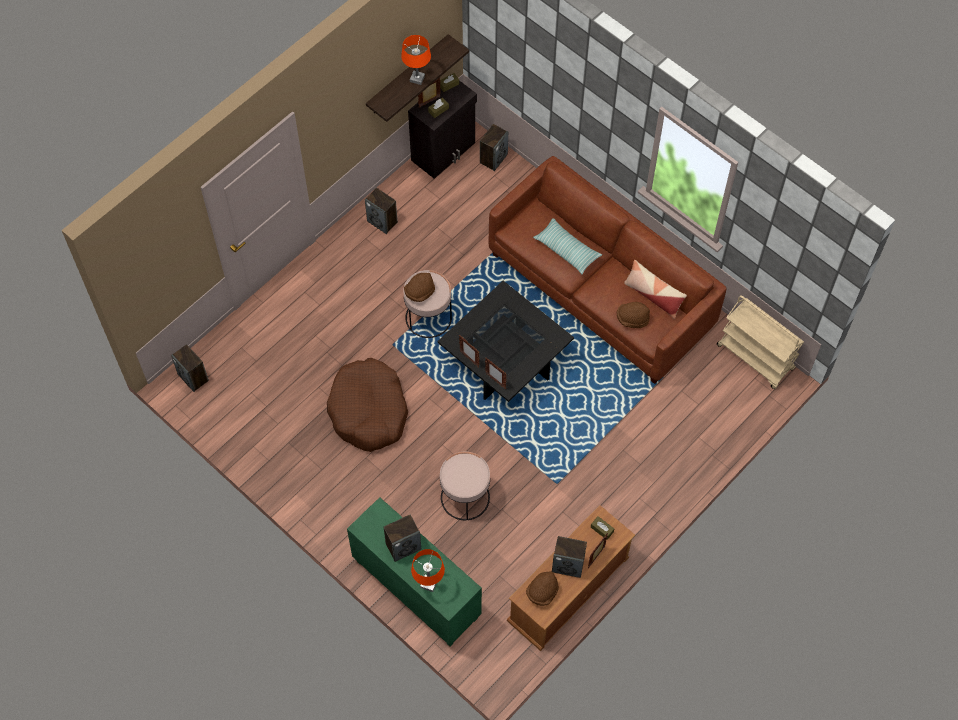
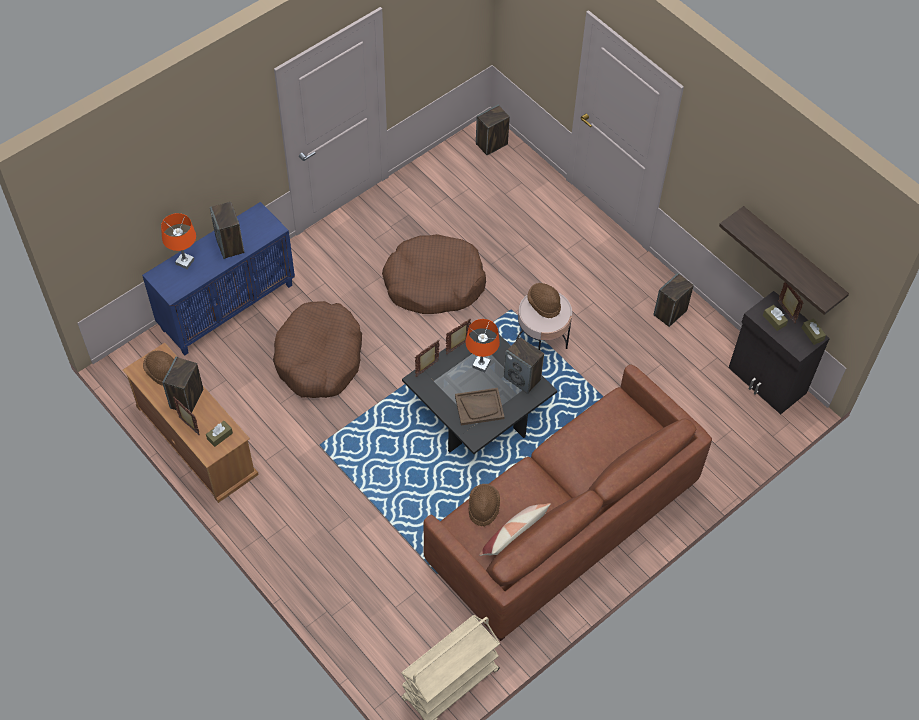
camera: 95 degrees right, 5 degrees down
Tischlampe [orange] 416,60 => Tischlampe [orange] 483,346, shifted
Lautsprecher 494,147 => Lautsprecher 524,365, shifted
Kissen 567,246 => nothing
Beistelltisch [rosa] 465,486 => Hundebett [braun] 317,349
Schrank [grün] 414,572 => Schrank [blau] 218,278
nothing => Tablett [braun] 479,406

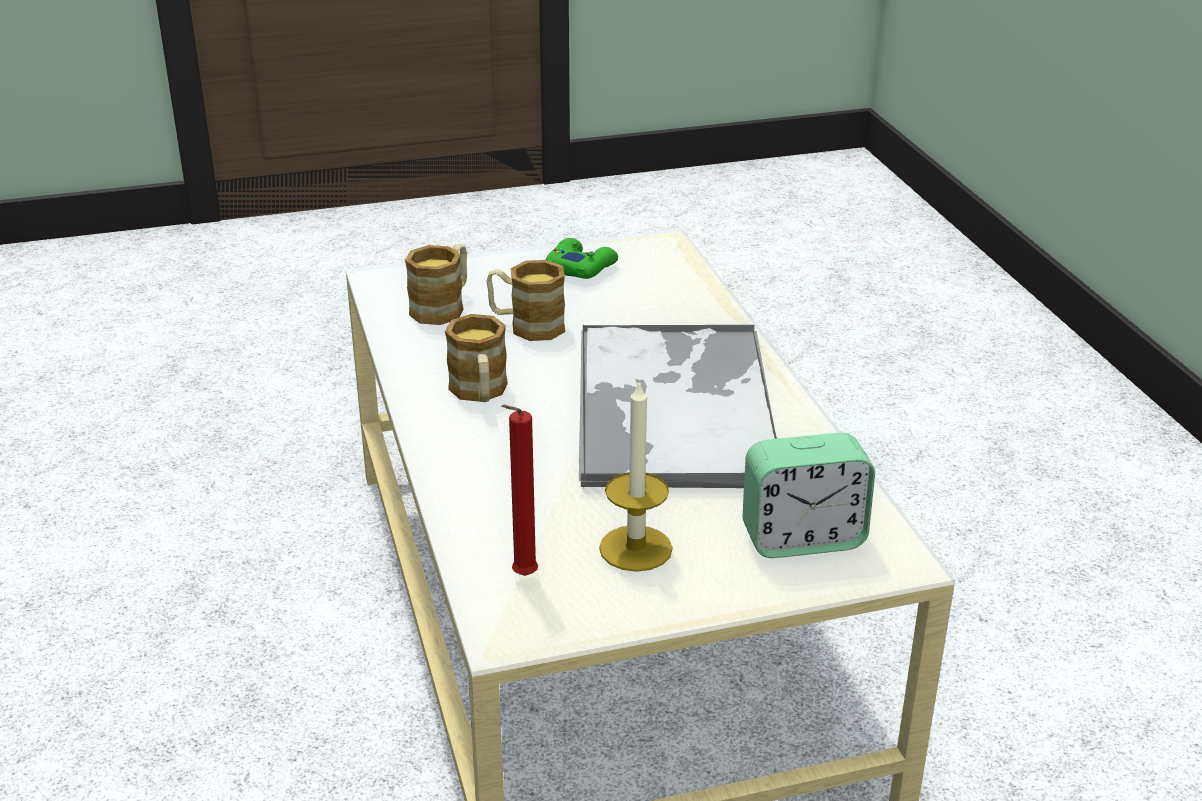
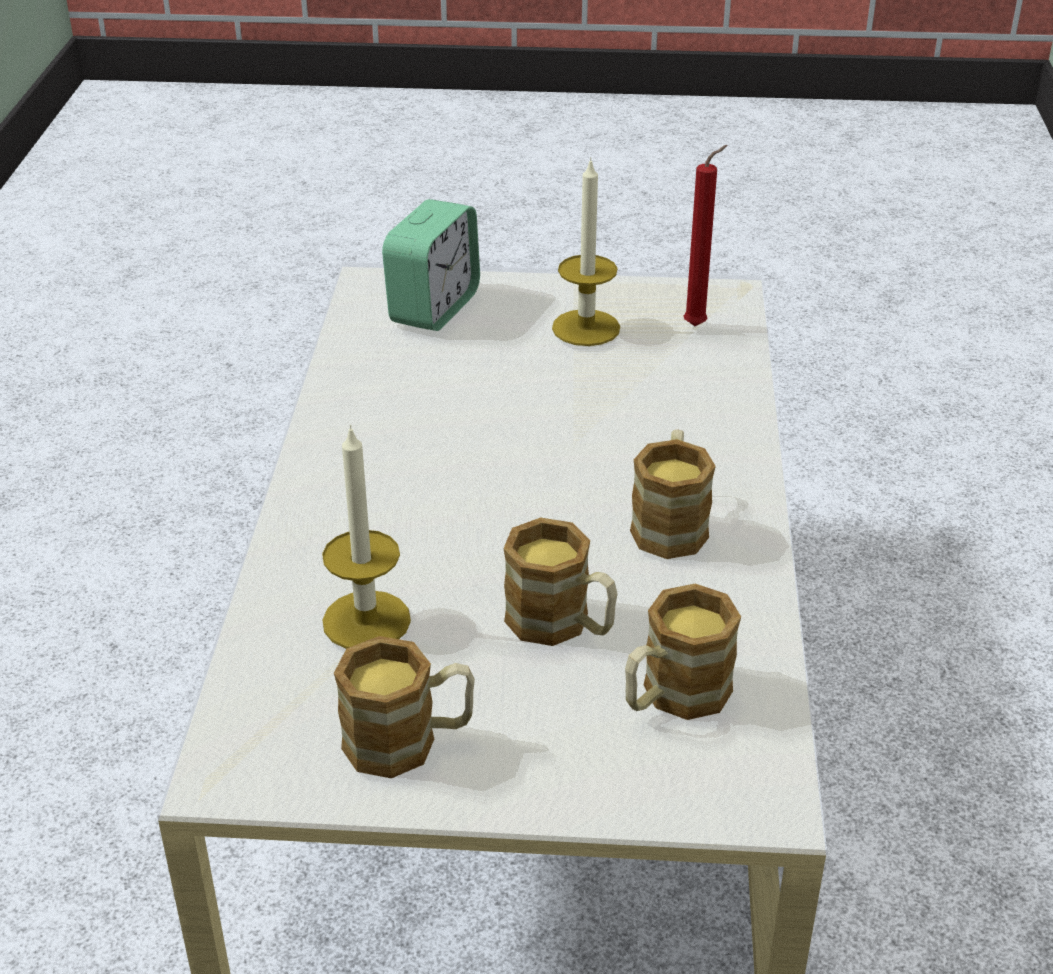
camera: 160 degrees left, 5 degrees up
Gamepad [grün] 582,258 => Henkelbecher 404,707
Tablett 678,406 => nothing
Wecker 809,495 => Wecker 431,265, 105 degrees clockwise
nothing => Kerze 366,537

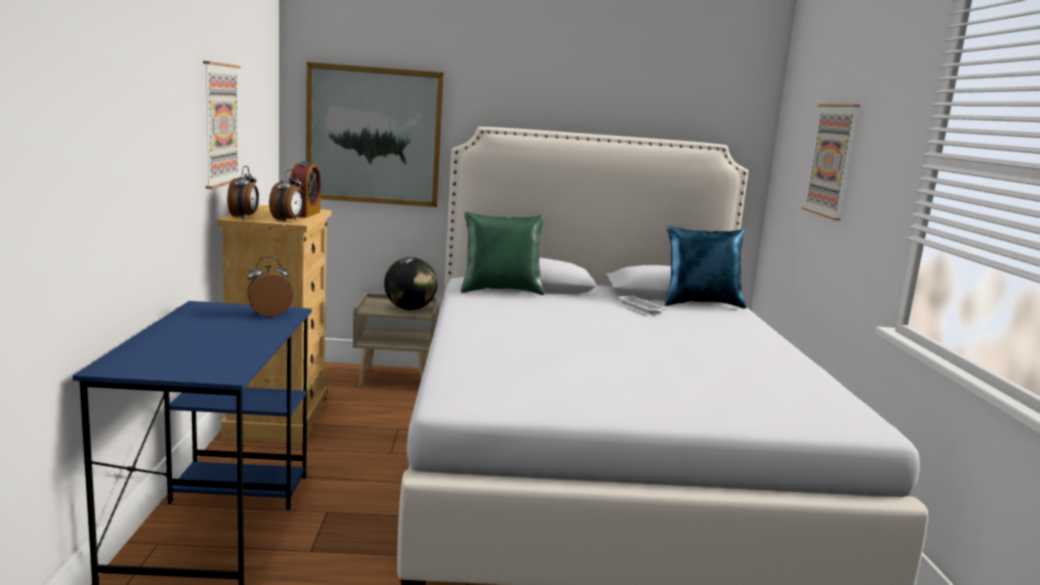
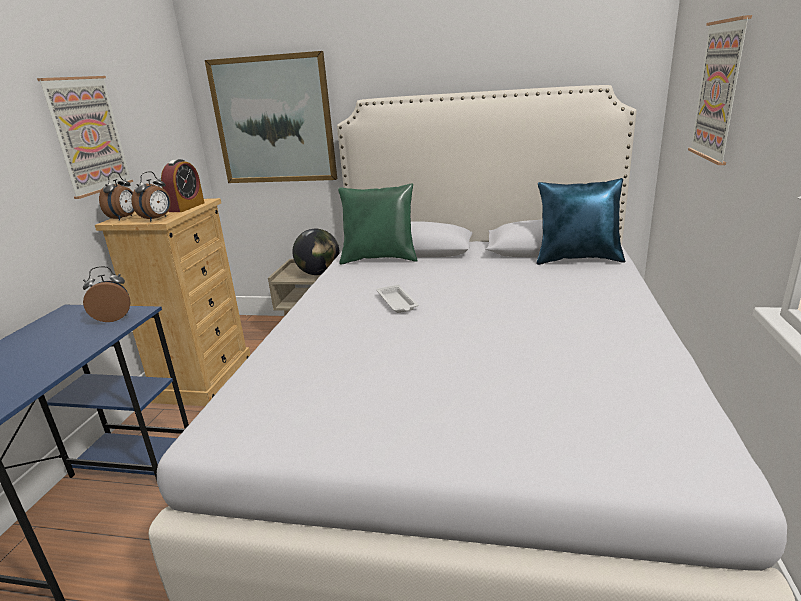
camera: 15 degrees right, 10 degrees up
Tablett [weiß] 642,304 => Tablett [weiß] 397,298, shifted

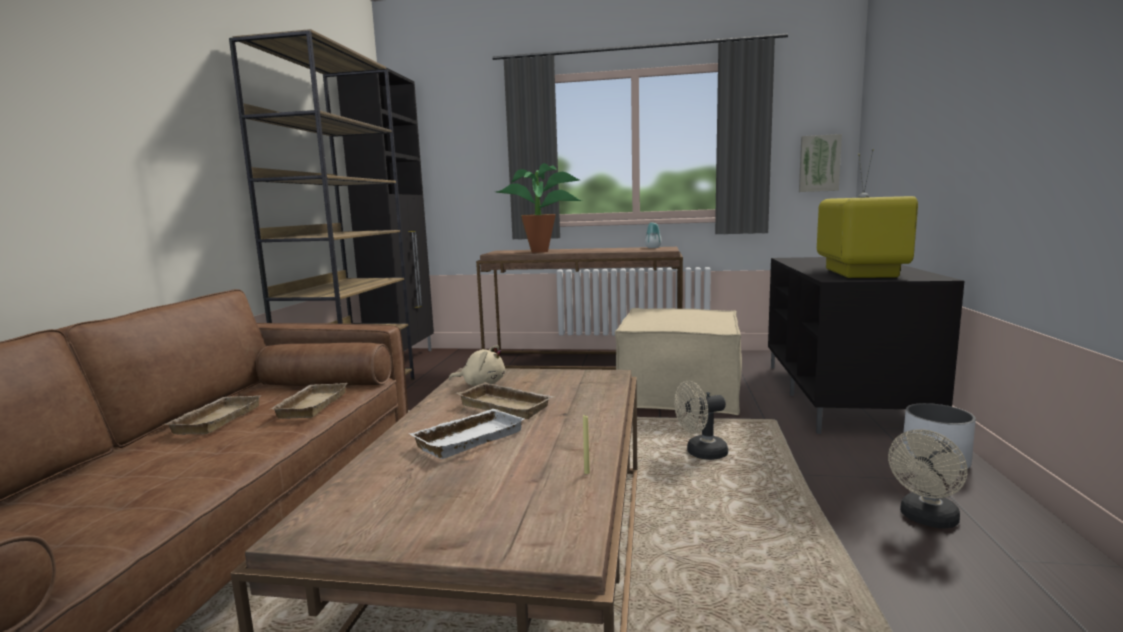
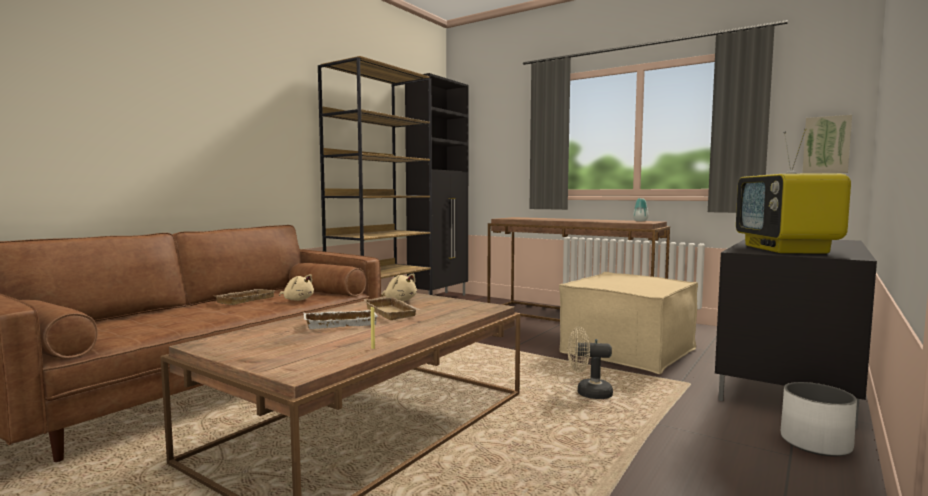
camera: 25 degrees right, 5 degrees down
Fernseher 867,213 => Fernseher 793,191, 150 degrees clockwise
Topfpflanze 539,208 => nothing
Tablett [beige] 309,401 => Plüschtier [beige] 296,287
Ventilator [beige] 927,478 => nothing

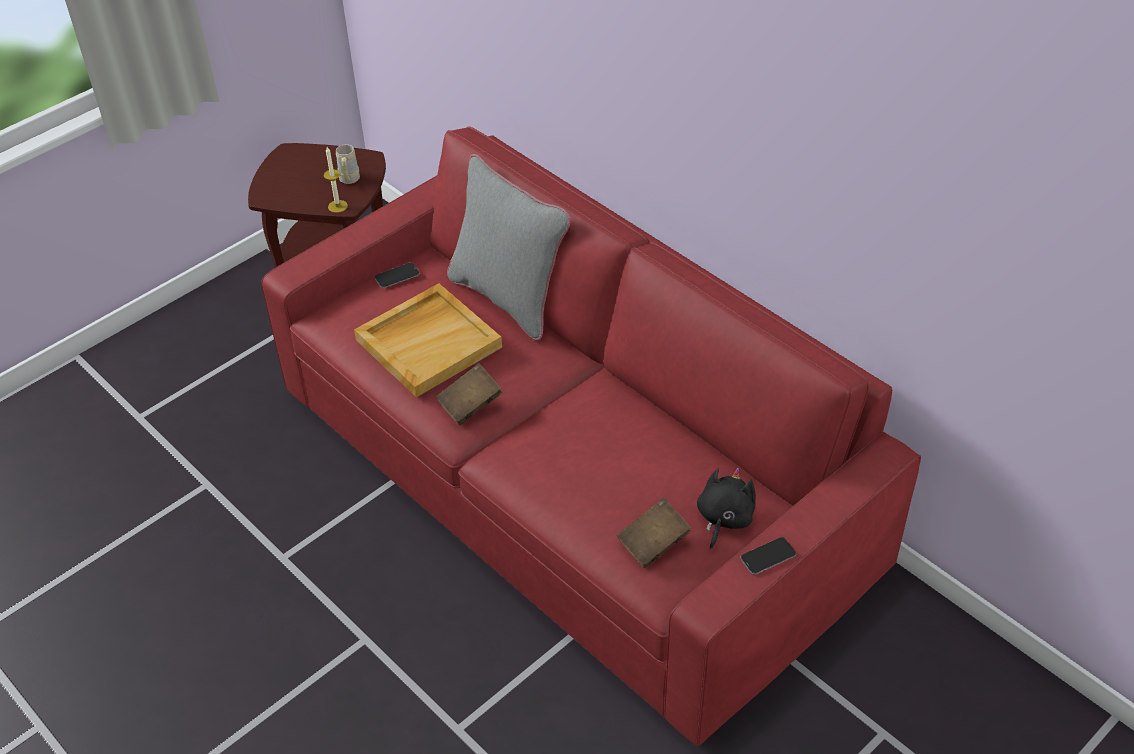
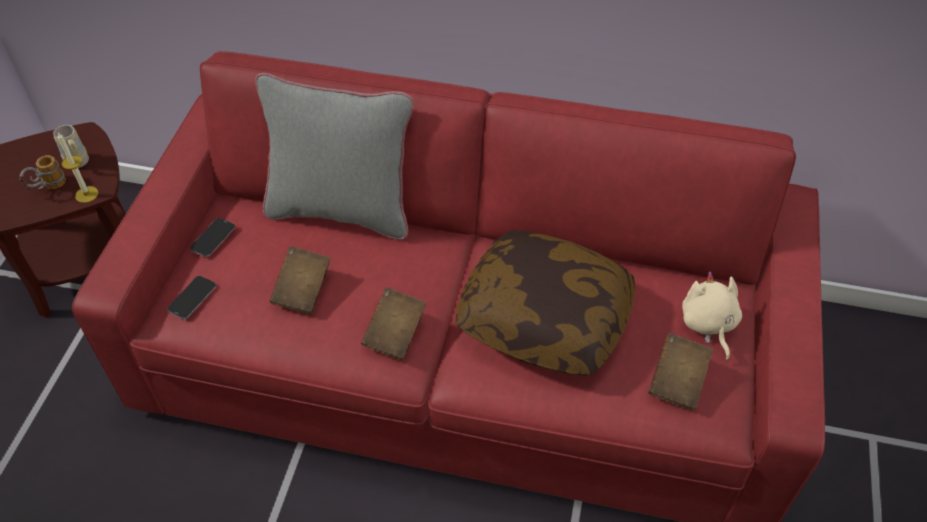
camera: 35 degrees left, 5 degrees up
Tablett [beige] 428,340 => Buch [braun] 299,280
Plüschtier [schwarz] 726,509 => Plüschtier [beige] 712,316
Handy 768,556 => Handy 191,297, shifted
nothing => Henkelbecher 42,172
nothing => Kissen 546,302

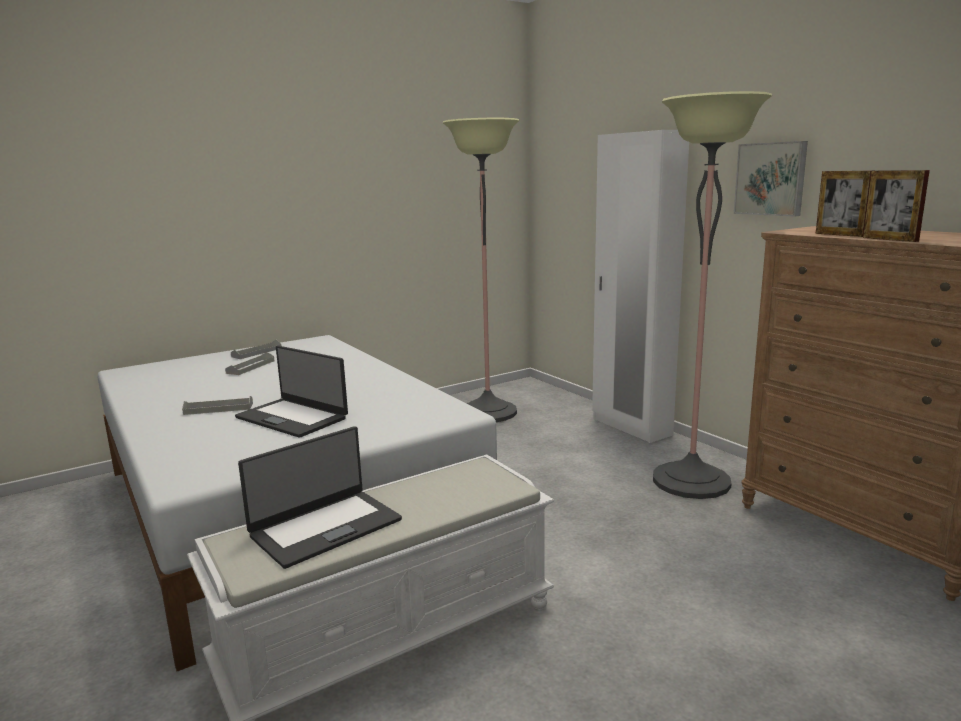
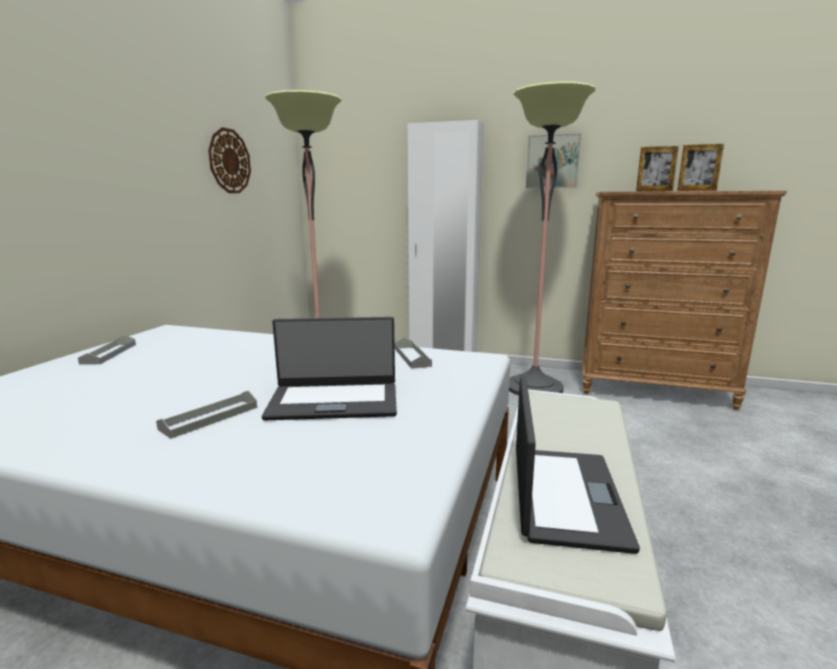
camera: 40 degrees left, 0 degrees up
Tablett [grau] 250,363 => Tablett [grau] 413,353, shifted
nothing => Wanduhr 229,160

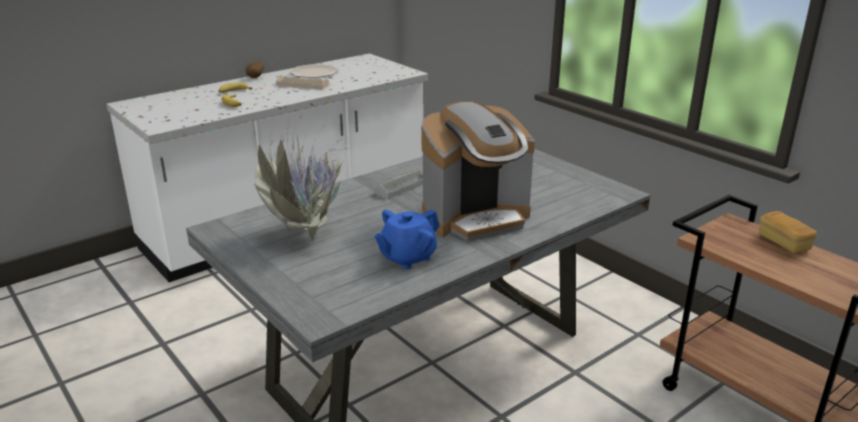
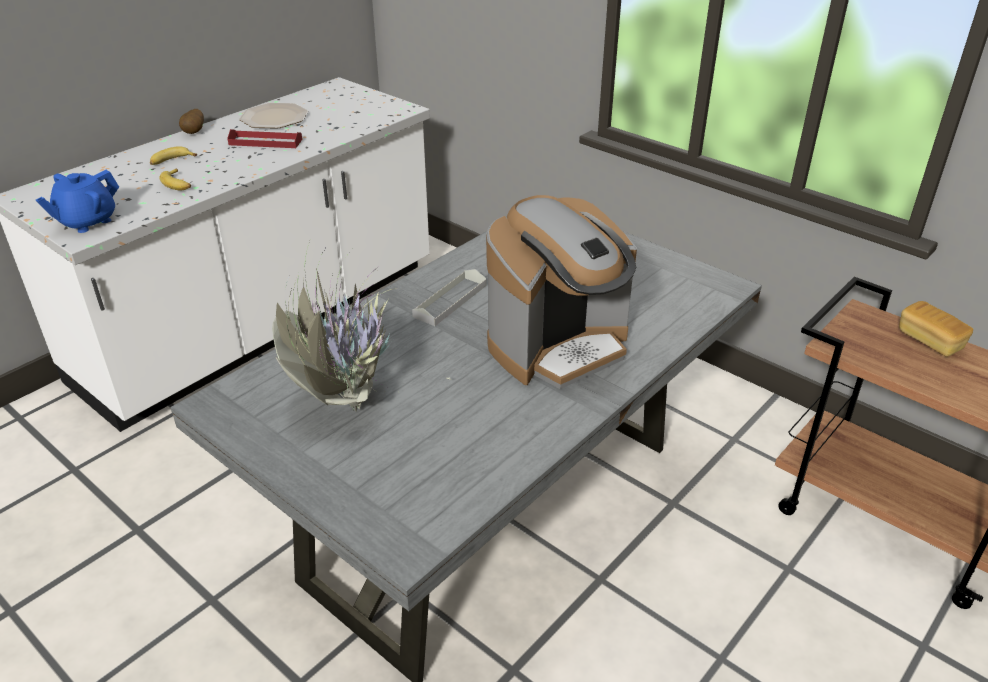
camera: 10 degrees left, 10 degrees up
Tablett [beige] 302,82 => Tablett [rot] 264,138
Teekanne [blau] 407,239 => Teekanne [blau] 77,201, shifted

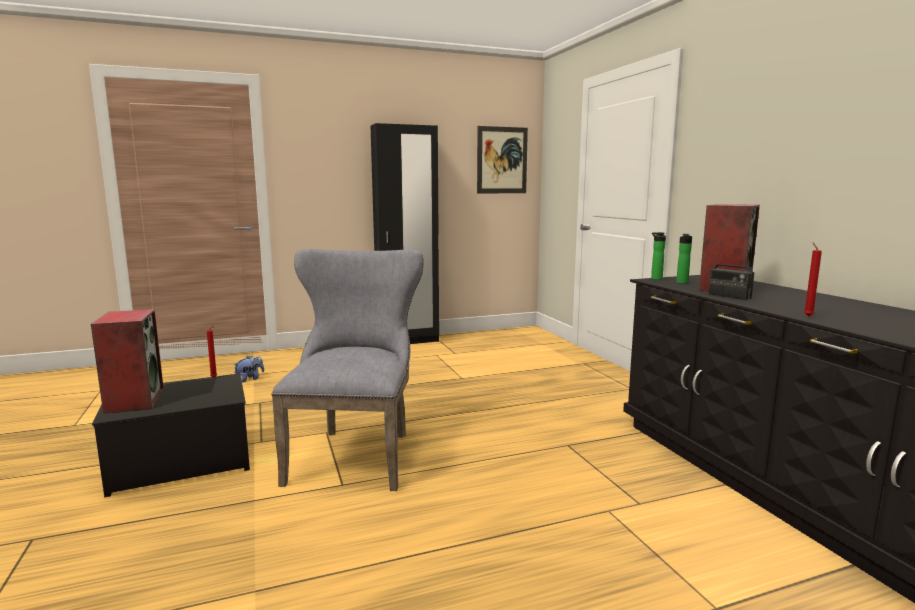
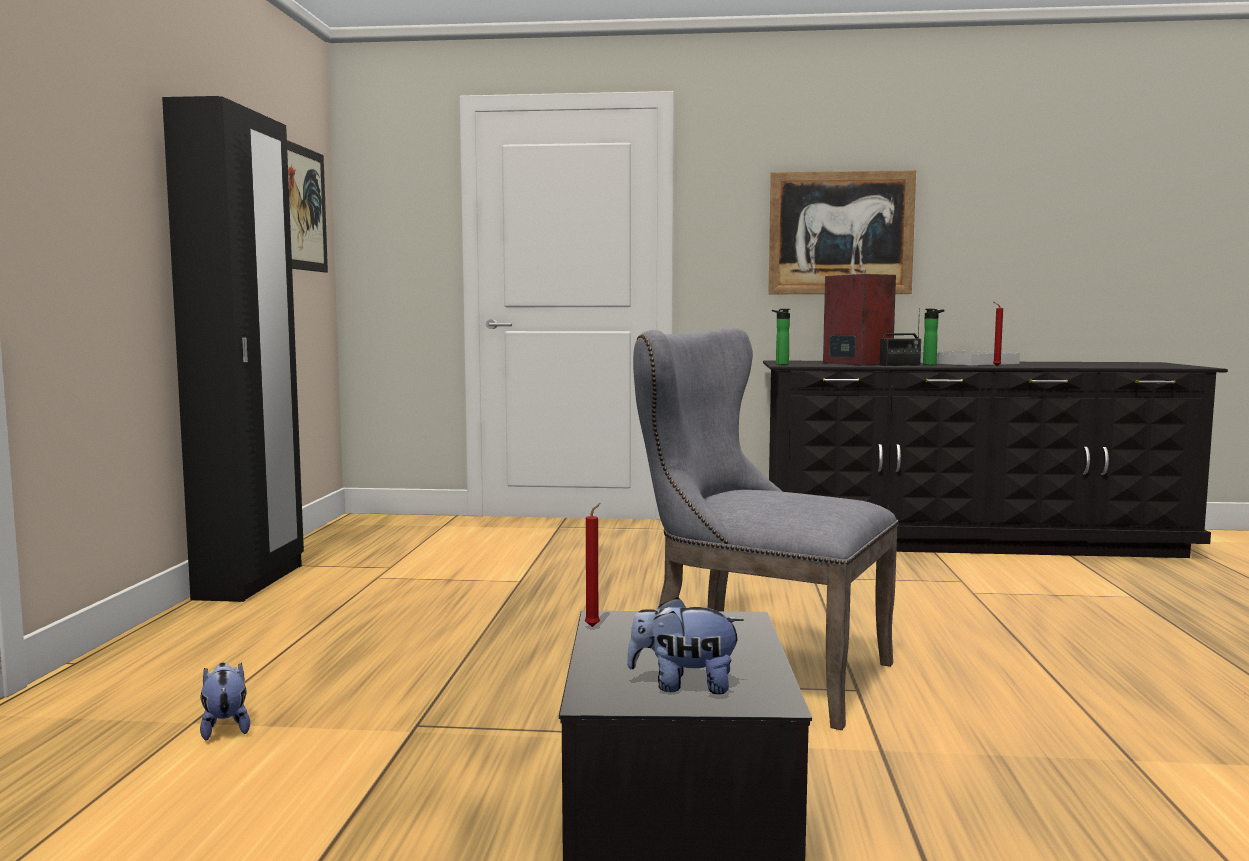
camera: 65 degrees left, 5 degrees down
Flasche 684,259 => Flasche 933,337, shifted
Lautsprecher 127,361 => Plüschtier 685,645
nothing => Bild 842,232
nothing => Tablett [weiß] 970,358

